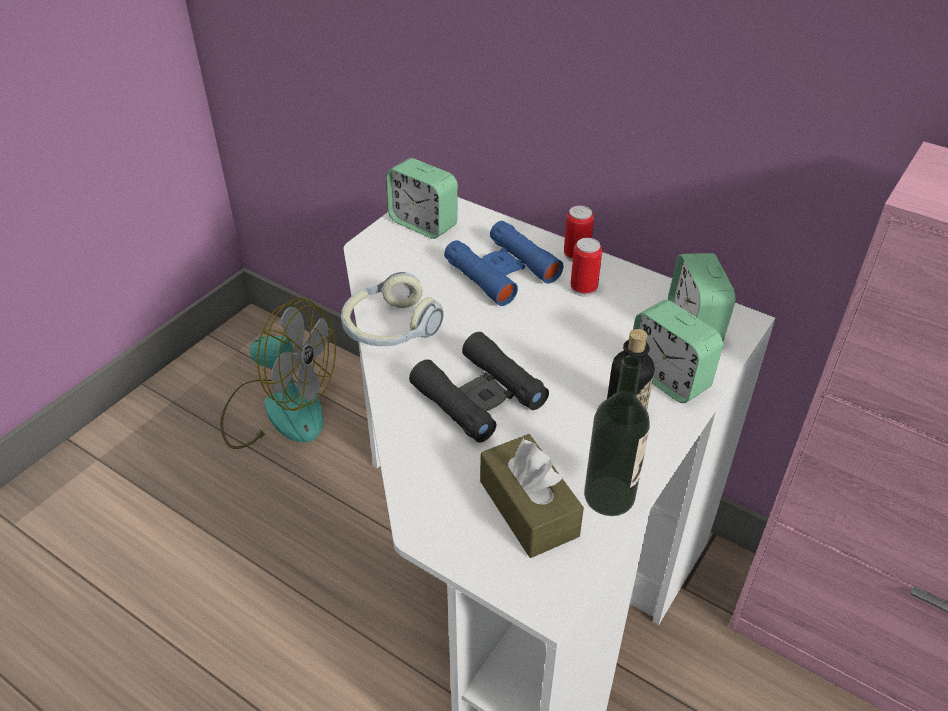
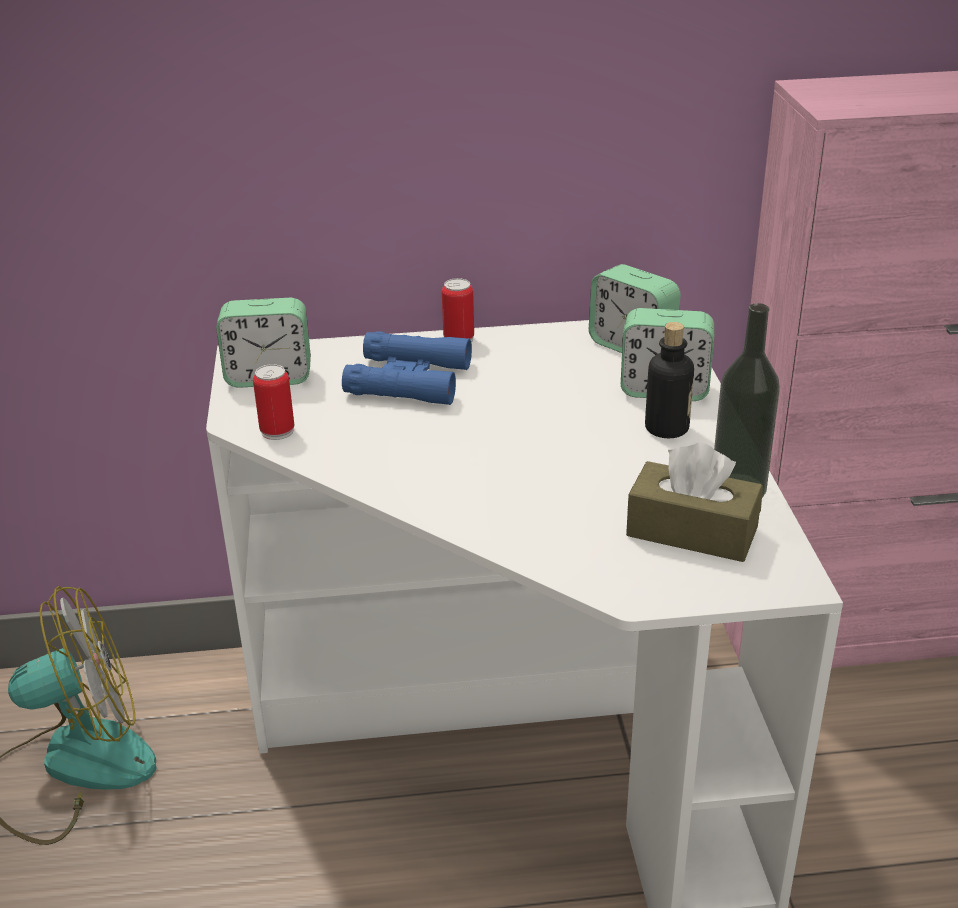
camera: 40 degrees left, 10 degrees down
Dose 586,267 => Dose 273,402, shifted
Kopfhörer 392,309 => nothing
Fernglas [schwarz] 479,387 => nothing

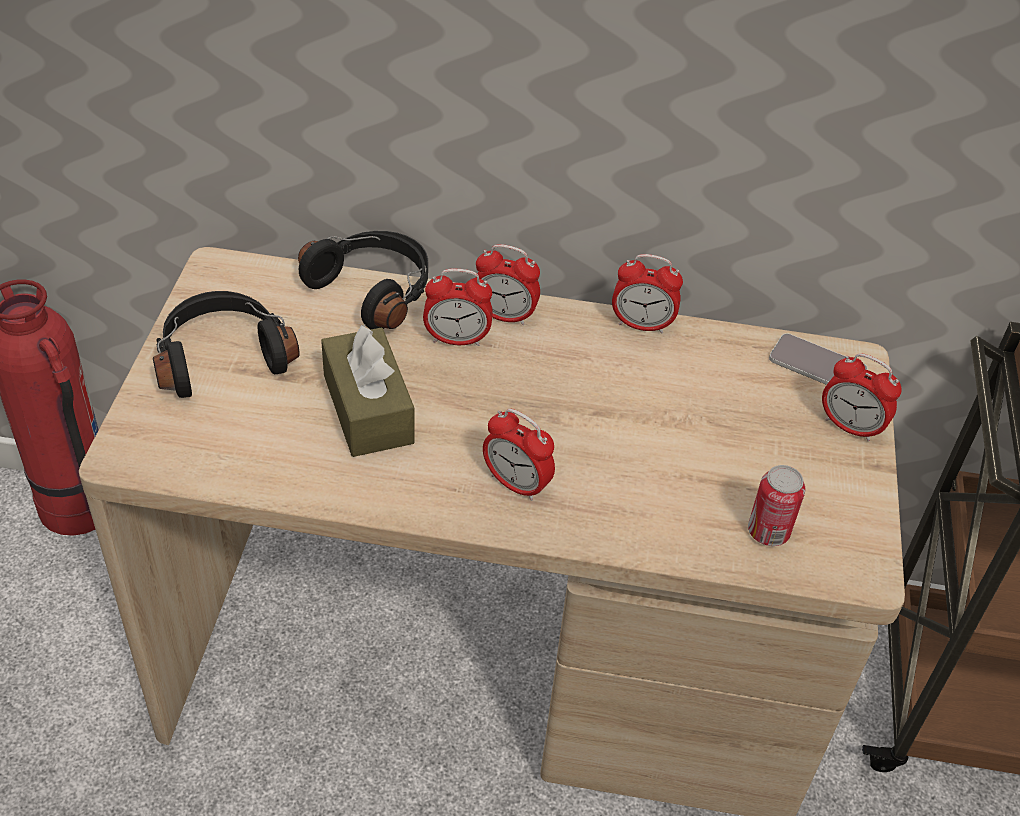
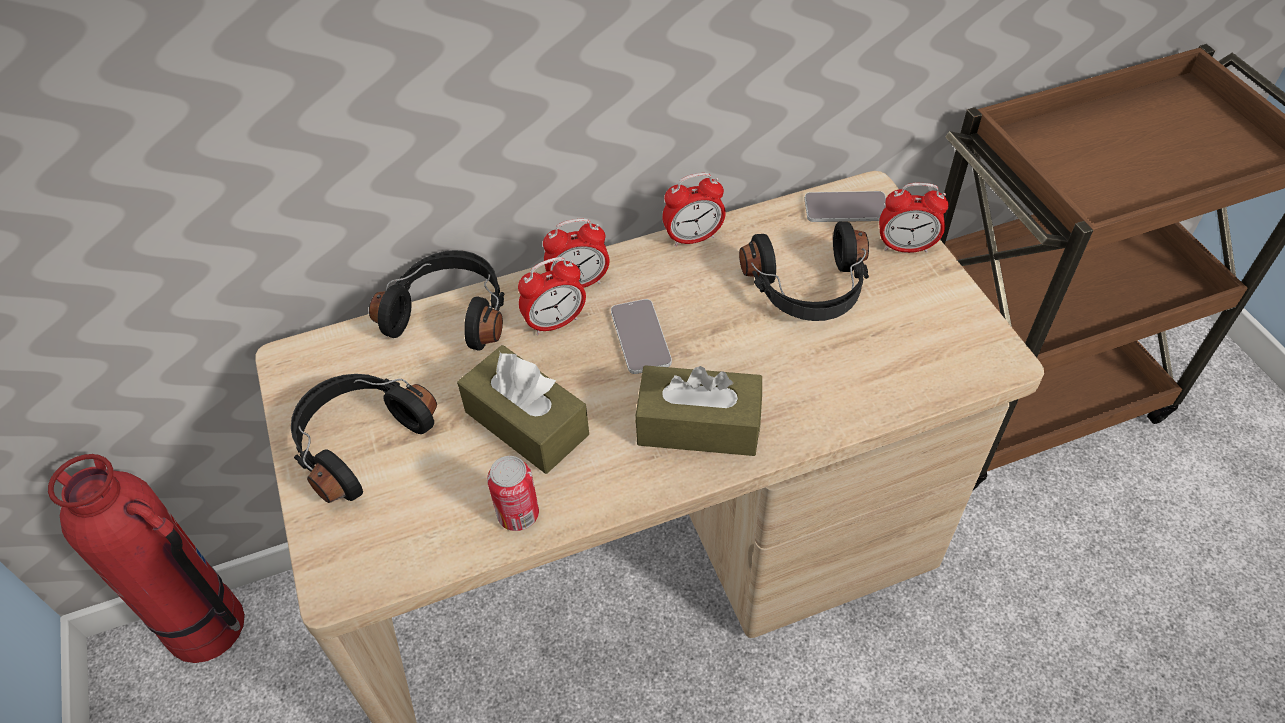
camera: 25 degrees left, 5 degrees up
Wecker 519,455 => Taschentuchbox [braun] 698,410
Dose 776,505 => Dose 513,493, shifted
nothing => Kopfhörer [schwarz] 804,271
nothing => Handy 641,336

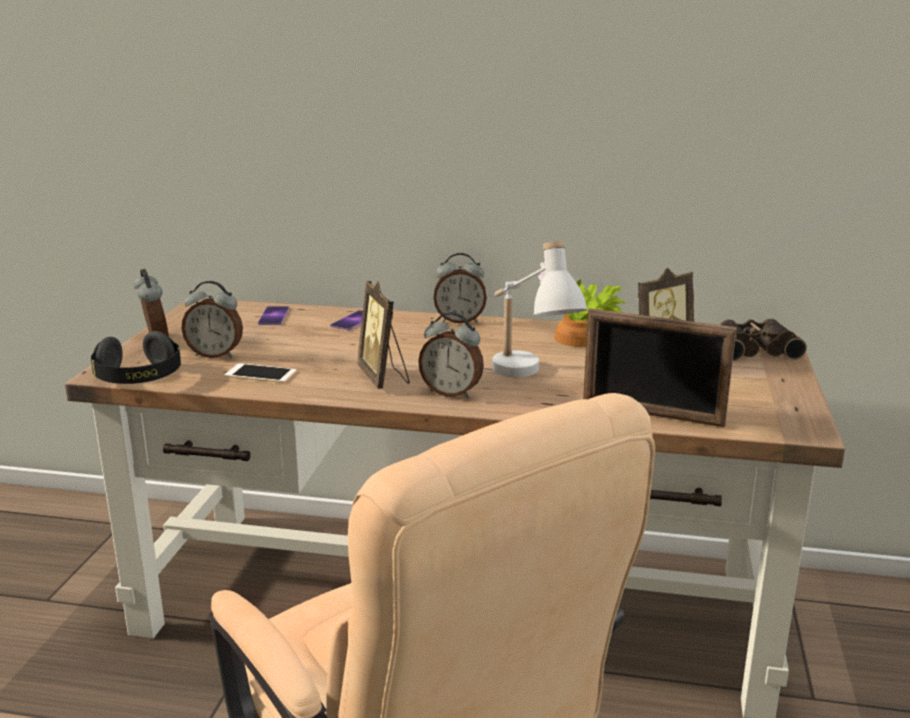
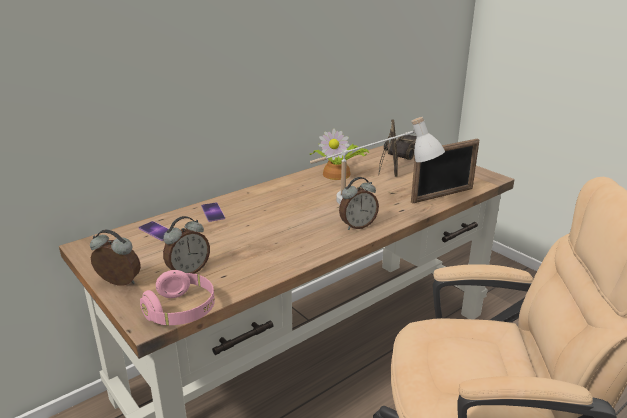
camera: 50 degrees left, 5 degrees up
Wecker 460,288 => nothing
Bilderrahmen 383,335 => nothing
Kopfhörer [schwarz] 136,357 => Kopfhörer [rosa] 177,297
Handy 260,373 => nothing

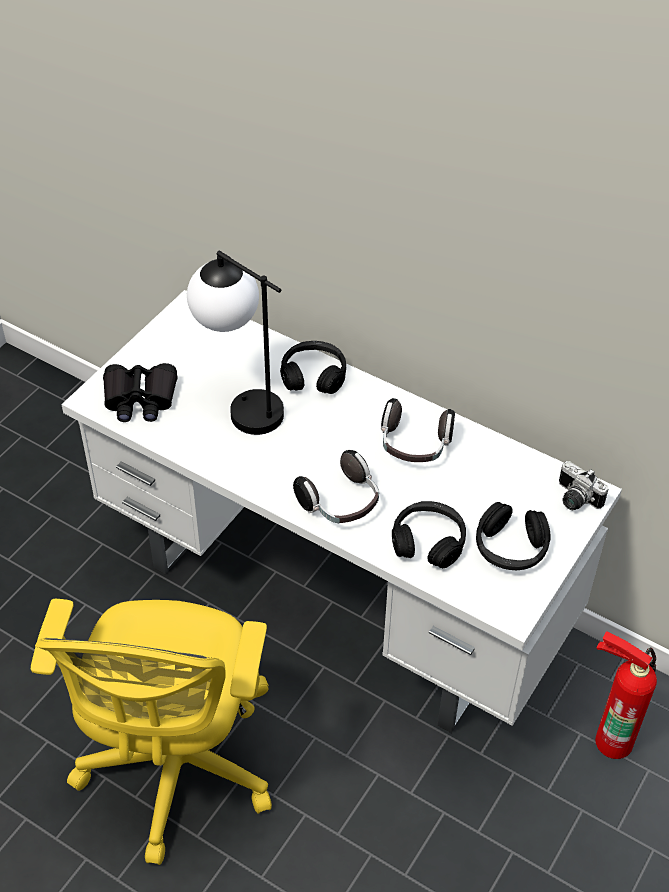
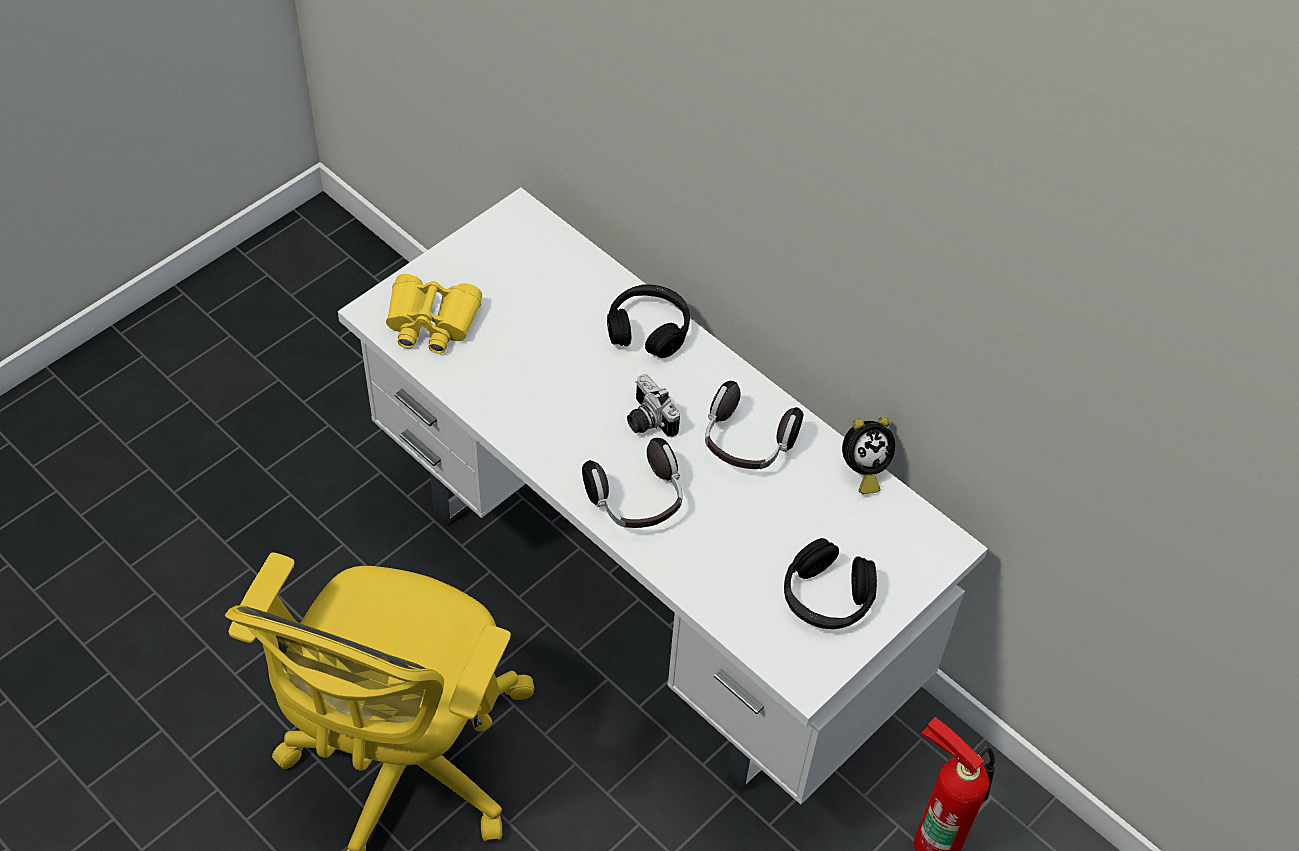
camera: 10 degrees right, 5 degrees up
Tischlampe 235,343 => nothing
Fernglas [schwarz] 140,392 => Fernglas [gelb] 434,314
Kamera 584,485 => Kamera 653,405, shifted
Kopfhörer [schwarz] 429,534 => nothing
nothing => Wecker 868,455

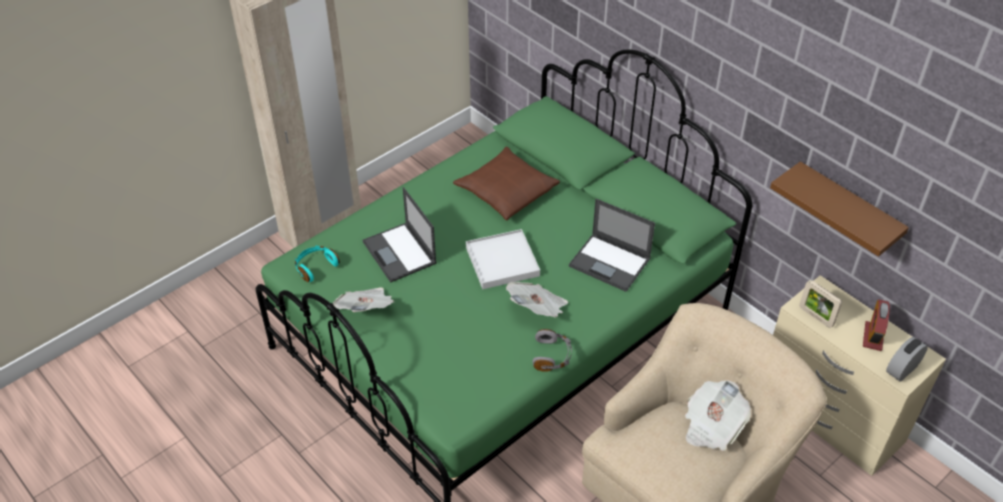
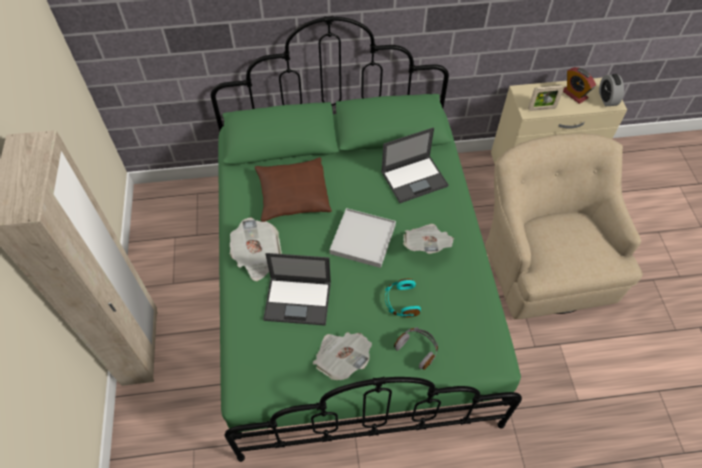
camera: 55 degrees left, 10 degrees up
Wandregal [braun] 839,209 => nothing
Kopfhörer [türkis] 317,264 => Kopfhörer [türkis] 403,298, shifted
Kopfhörer [grau] 552,350 => Kopfhörer [grau] 416,348, shifted
Zeitung 718,415 => Zeitung 256,249, shifted

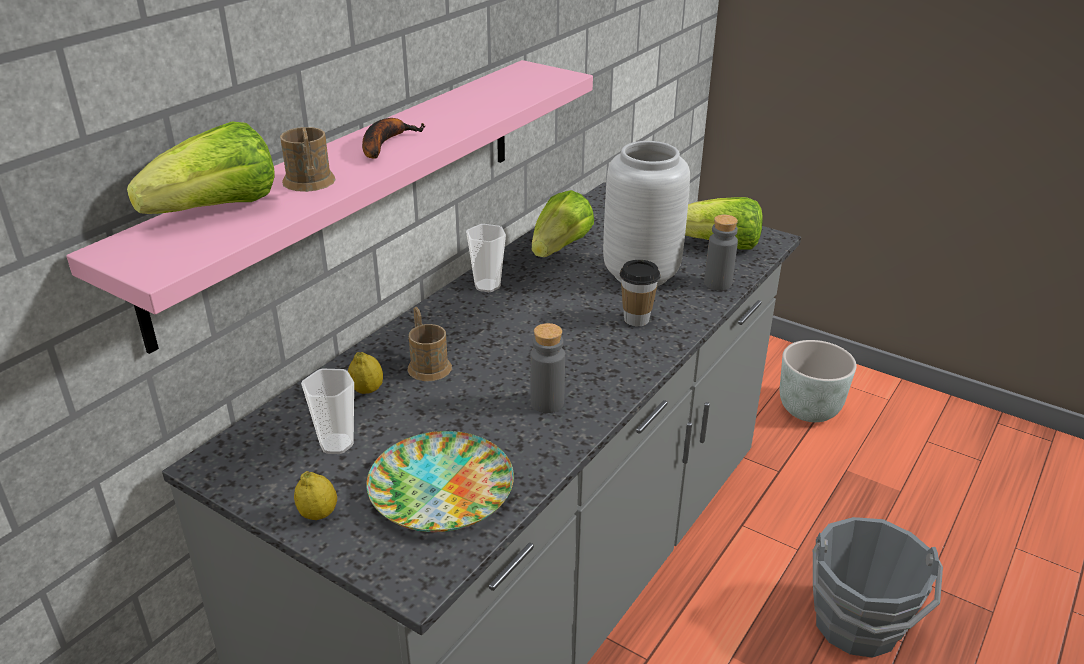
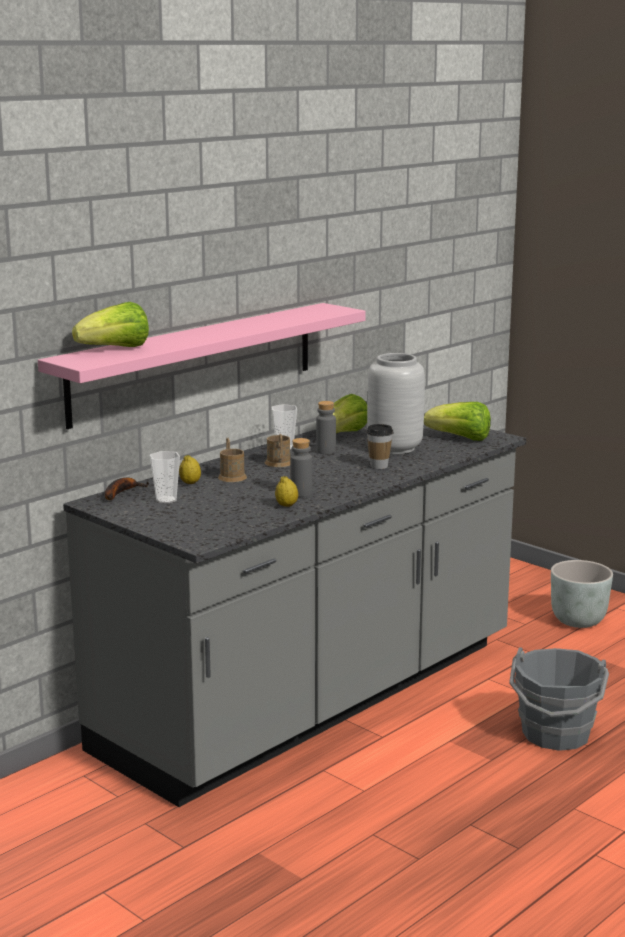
camera: 10 degrees right, 15 degrees down
Banane 394,138 => Banane 127,489, shifted
Henkelbecher [braun] 308,159 => Henkelbecher [braun] 277,450, shifted
Flasche [grau] 721,252 => Flasche [grau] 326,427, shifted
Teller 440,481 => nothing
Zitrone 315,495 => Zitrone 286,491, shifted

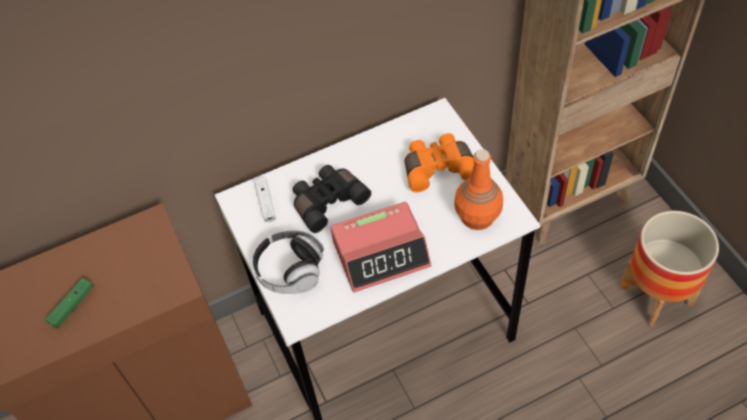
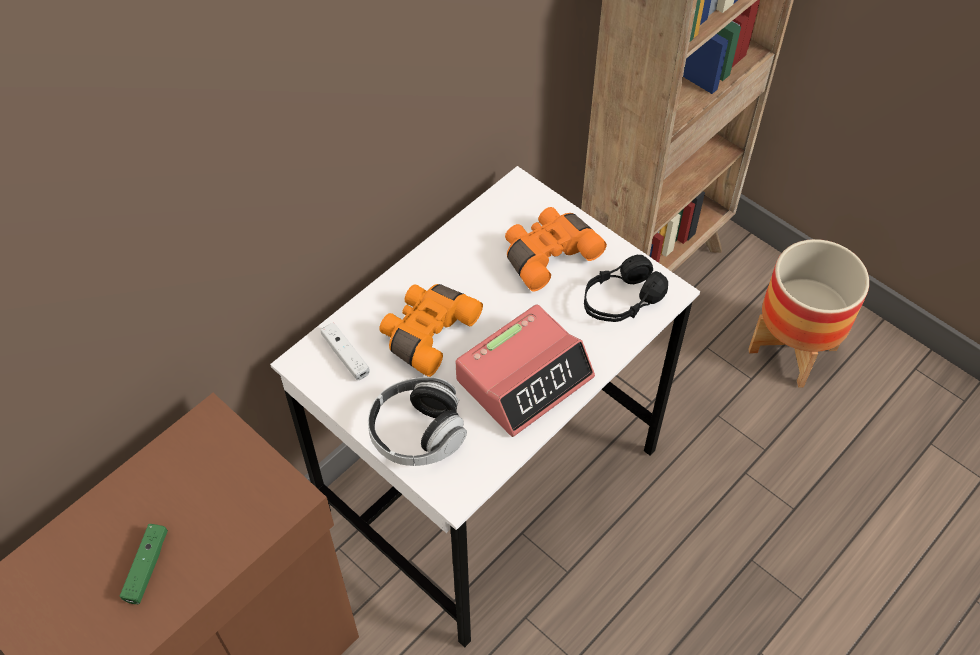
camera: 25 degrees left, 0 degrees up
Flasche [orange] 478,189 => Kopfhörer [schwarz] 626,288
Fernglas [schwarz] 332,199 => Fernglas [orange] 431,330

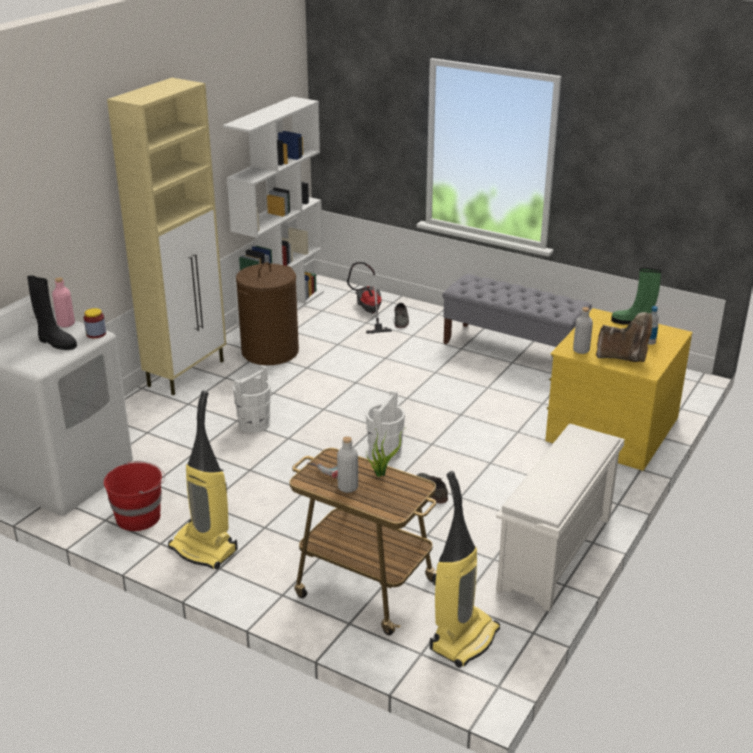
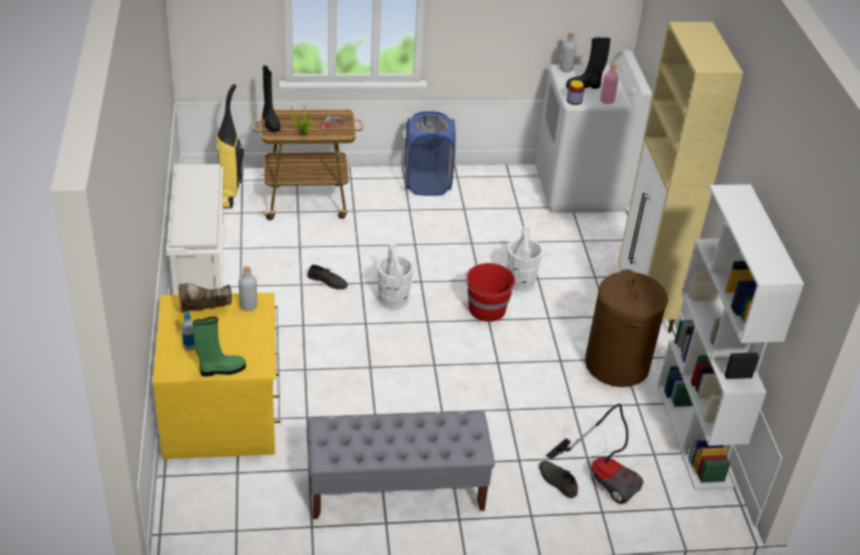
camera: 140 degrees right, 10 degrees up
Staubsauger 203,480 => Wäschekorb [blau] 430,153
Flasche [grau] 347,464 => Flasche [grau] 568,52, shifted
Eimer [rot] 134,496 => Eimer [rot] 490,292, shifted
nothing => Stiefel [schwarz] 271,99

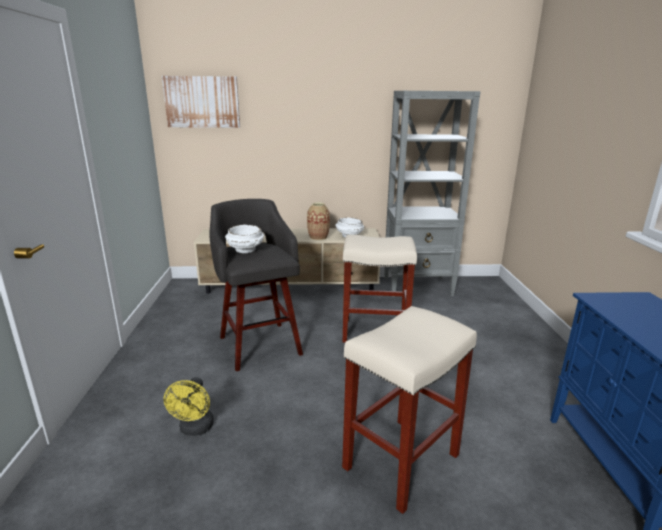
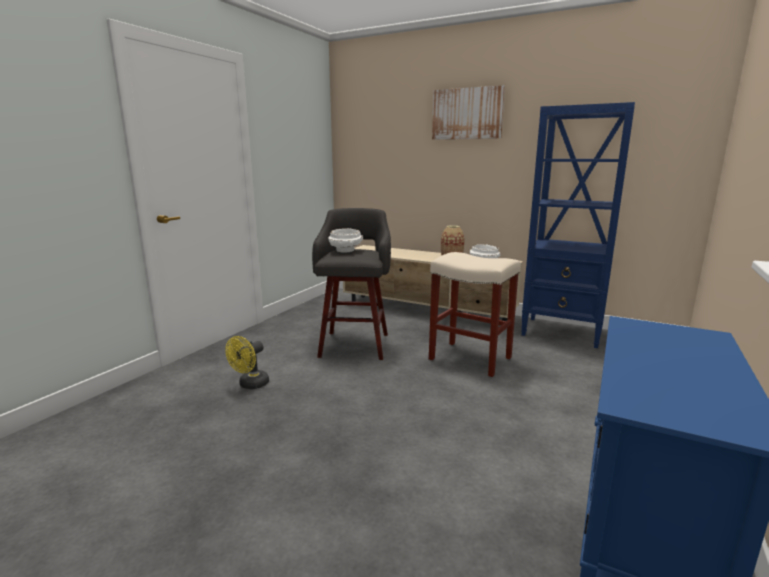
camera: 30 degrees right, 5 degrees down
Bild 201,102 => Bild 468,112, shifted
Bücherregal [grau] 432,194 => Bücherregal [blau] 578,225
Hocker [beige] 409,410 => nothing

